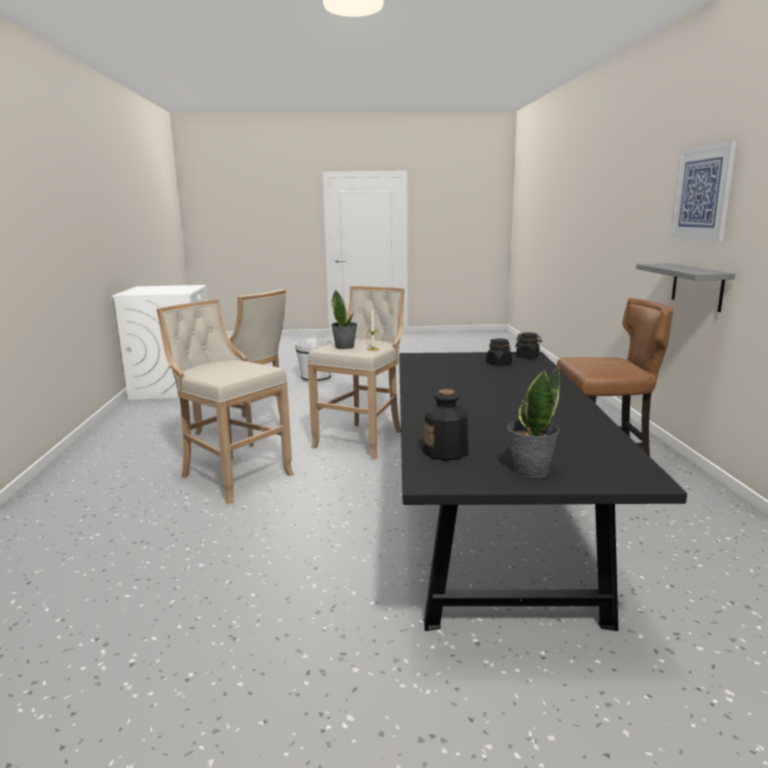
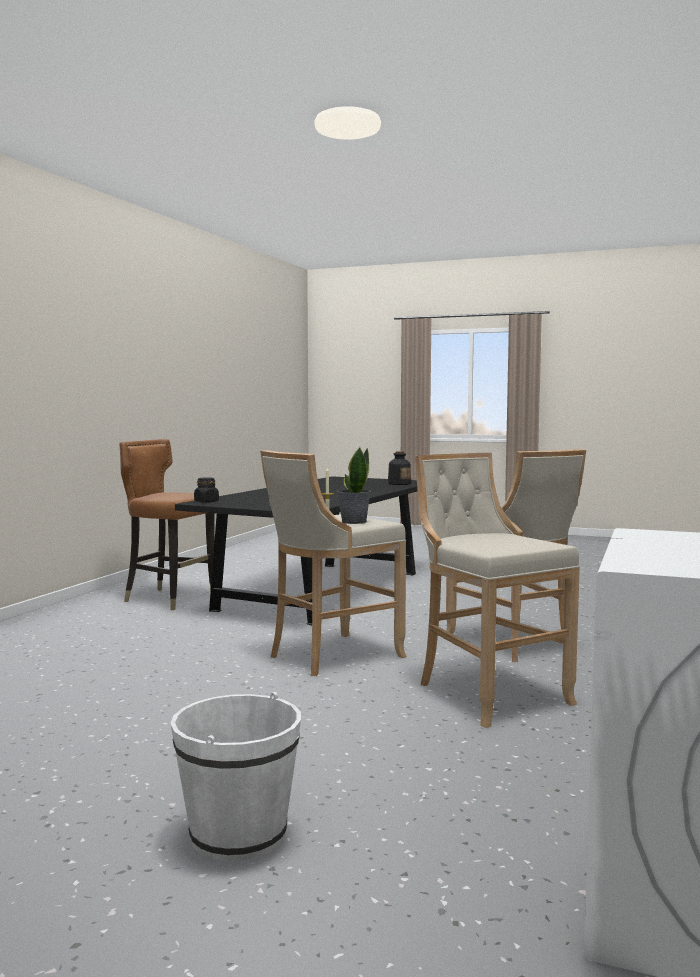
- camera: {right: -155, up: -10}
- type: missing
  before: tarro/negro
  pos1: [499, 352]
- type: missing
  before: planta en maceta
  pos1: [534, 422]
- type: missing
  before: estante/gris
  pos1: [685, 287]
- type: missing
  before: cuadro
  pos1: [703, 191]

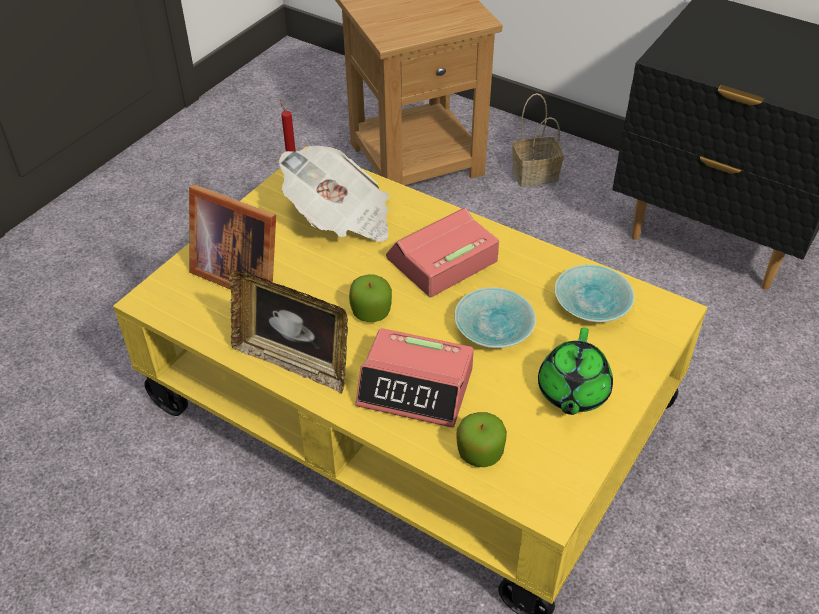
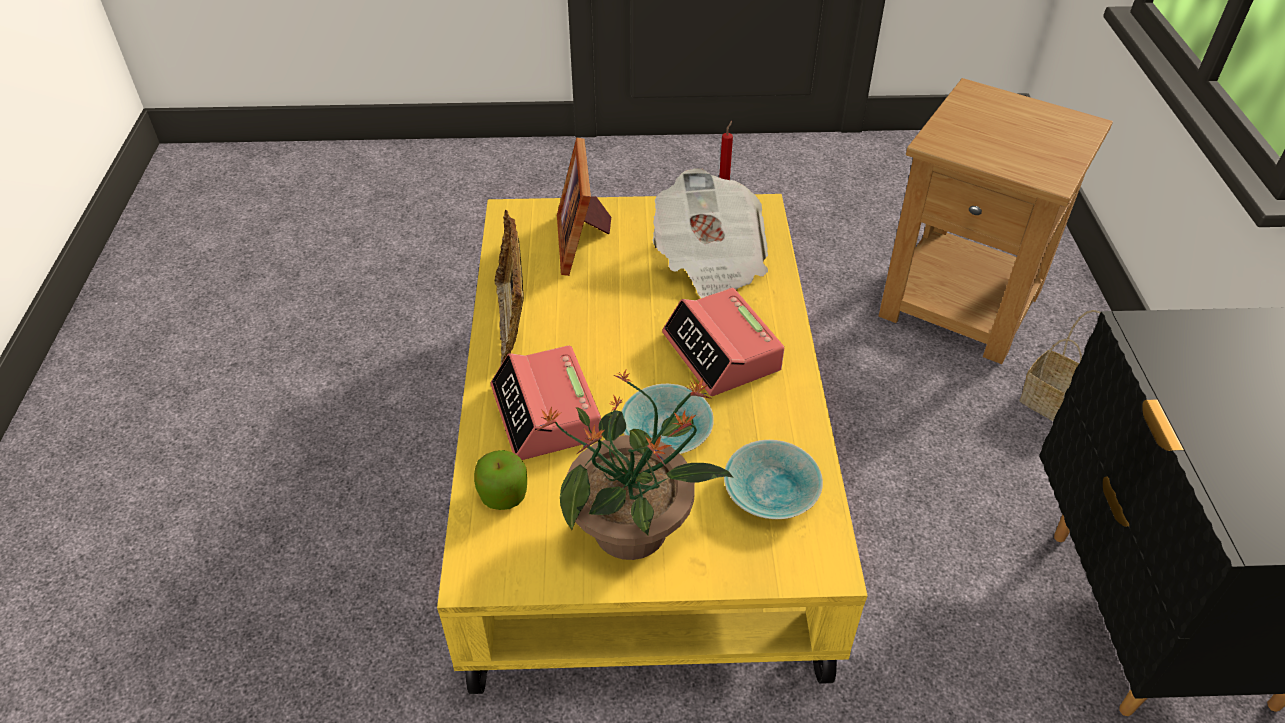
- camera: {right: 55, up: 0}
- type: exchanged
  before: tetera/verde
  after: planta en maceta
  pos1: [575, 371]
  pos2: [634, 465]
- type: spun
  before: despertador
  pos1: [442, 252]
  pos2: [723, 342]
  turn: -135
- type: missing
  before: manzana
  pos1: [370, 298]

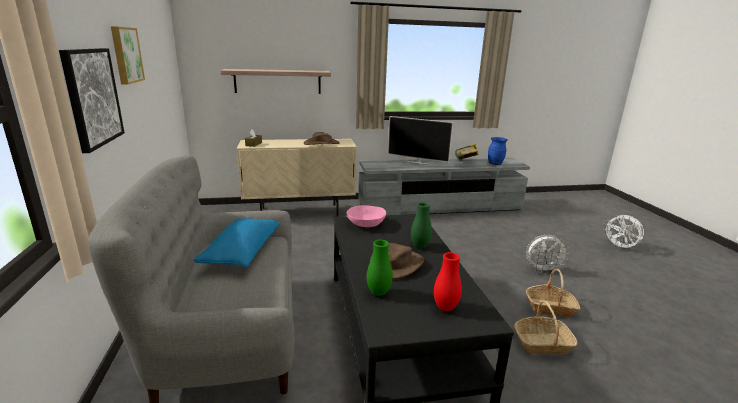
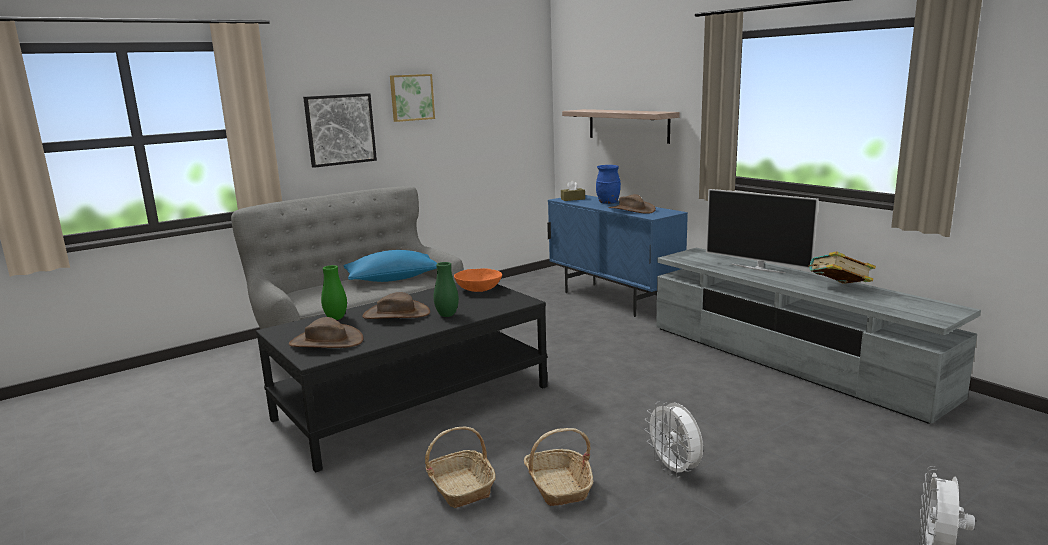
- camera: {right: 65, up: -5}
- type: exchanged
  before: florero/rojo
  after: sombrero/marrón
  pos1: [448, 281]
  pos2: [326, 332]
- type: colour
  before: cuenco/rosa
  after: cuenco/naranja
  pos1: [366, 216]
  pos2: [478, 280]
- type: colour
  before: armario/beis
  after: armario/azul
  pos1: [297, 178]
  pos2: [617, 256]
- type: relocated
  before: florero/azul
  pos1: [498, 151]
  pos2: [608, 184]
- type: spun
  before: televisor
  pos1: [420, 140]
  pos2: [762, 231]
  turn: -45

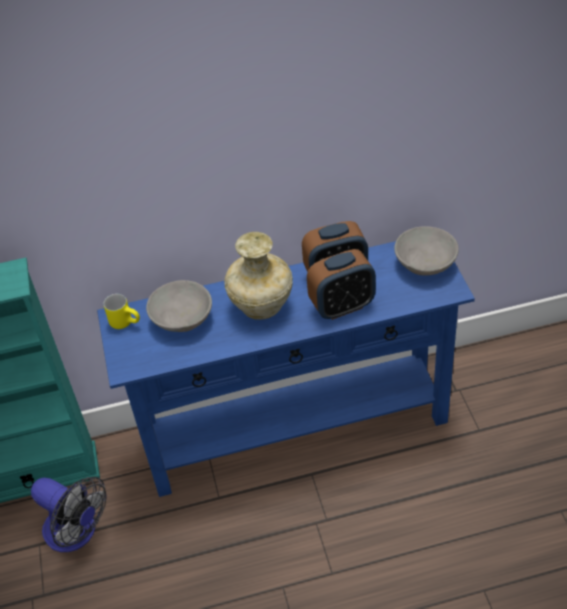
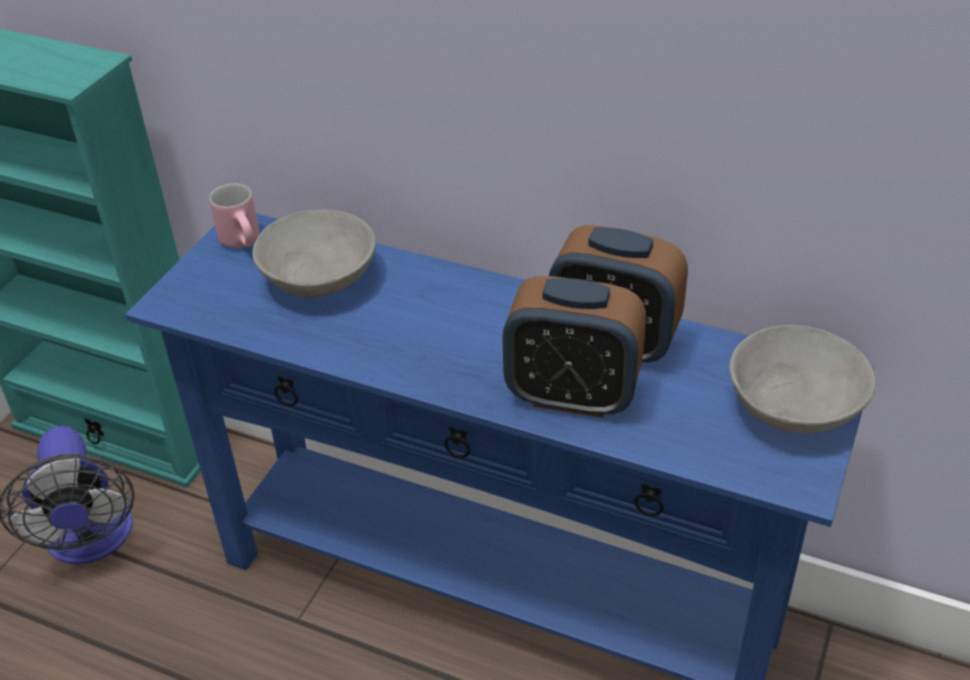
- camera: {right: 35, up: -5}
- type: colour
  before: taza grande/amarillo
  after: taza grande/rosa
  pos1: [122, 311]
  pos2: [234, 216]
- type: missing
  before: florero/beis
  pos1: [258, 276]

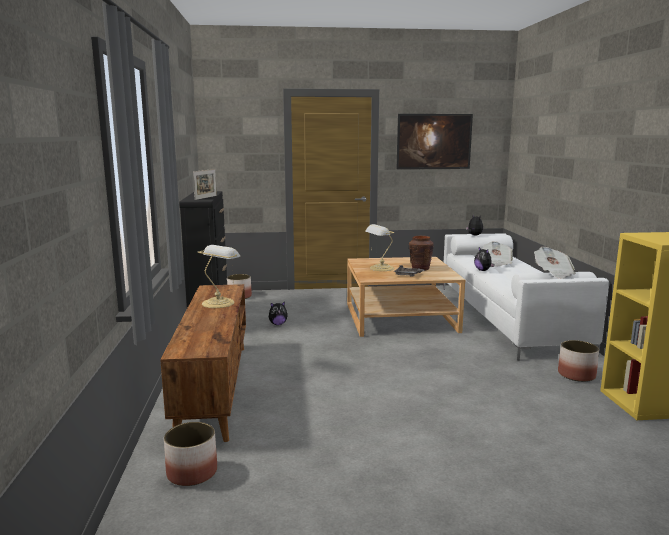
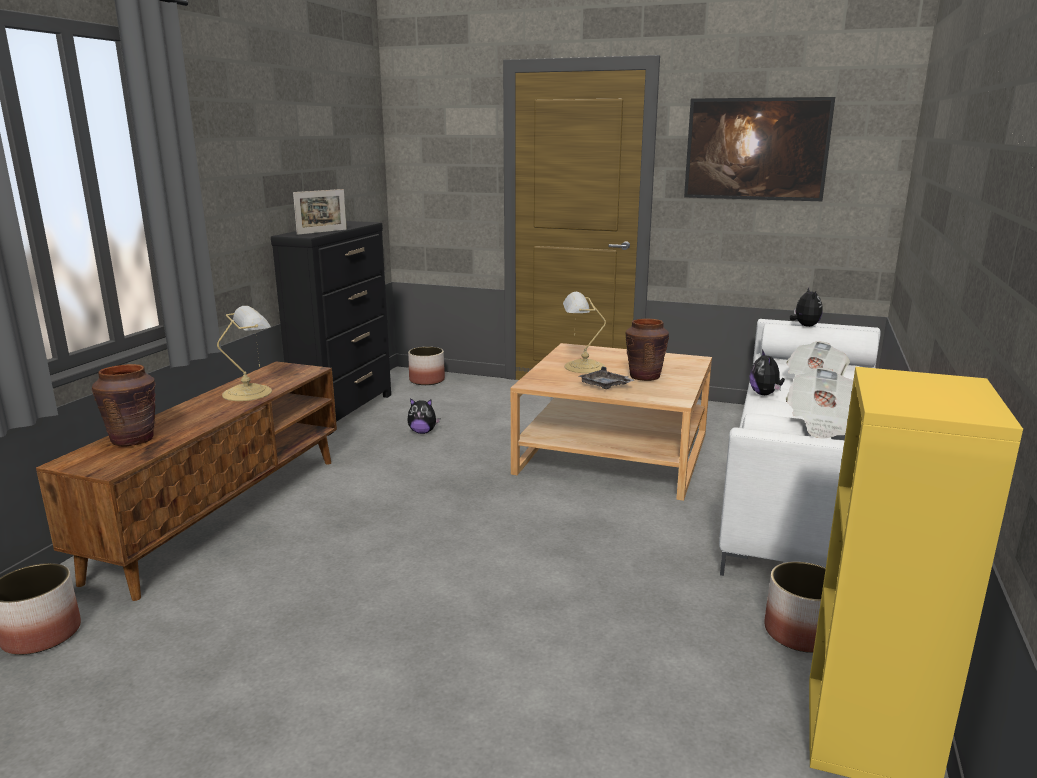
- camera: {right: 25, up: 5}
- type: appeared
  after: florero/marrón
  pos2: [123, 405]

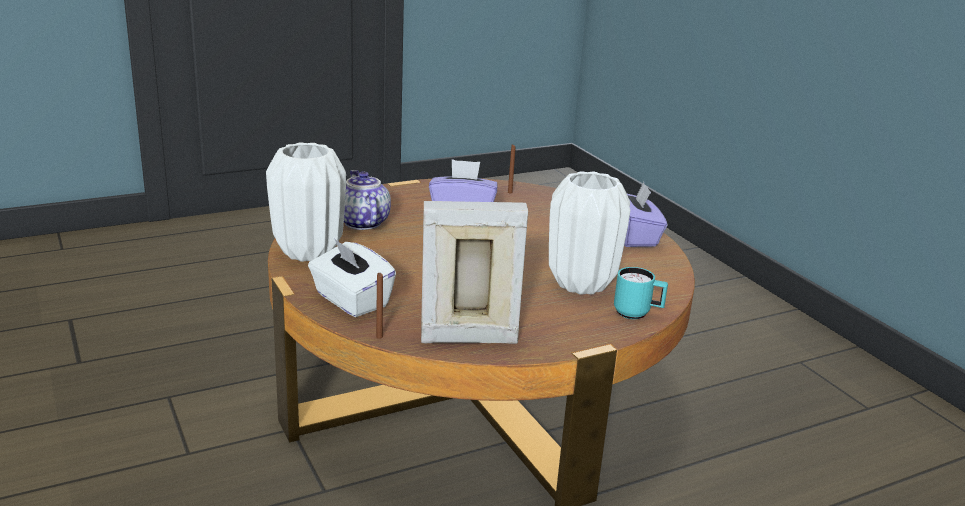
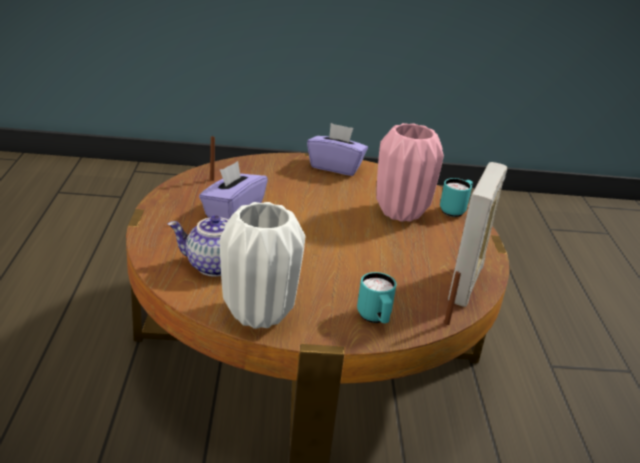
- camera: {right: -65, up: 5}
- type: exchanged
  before: caja de pañuelos/blanco
  after: taza grande/turquesa
  pos1: [352, 277]
  pos2: [376, 297]
- type: colour
  before: florero/blanco
  after: florero/rosa
  pos1: [589, 233]
  pos2: [410, 172]

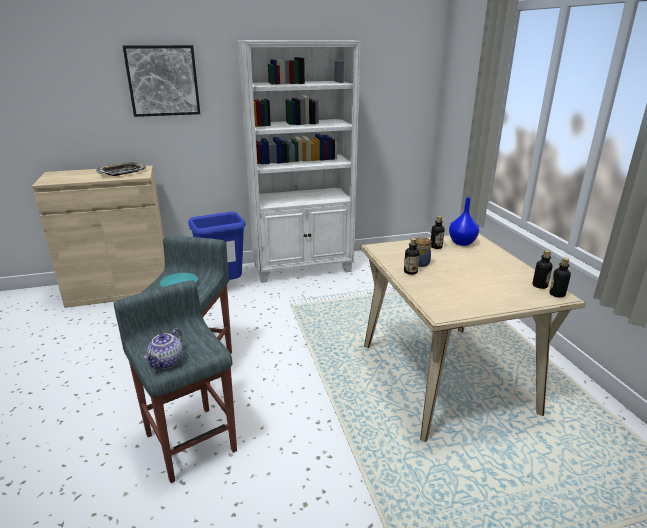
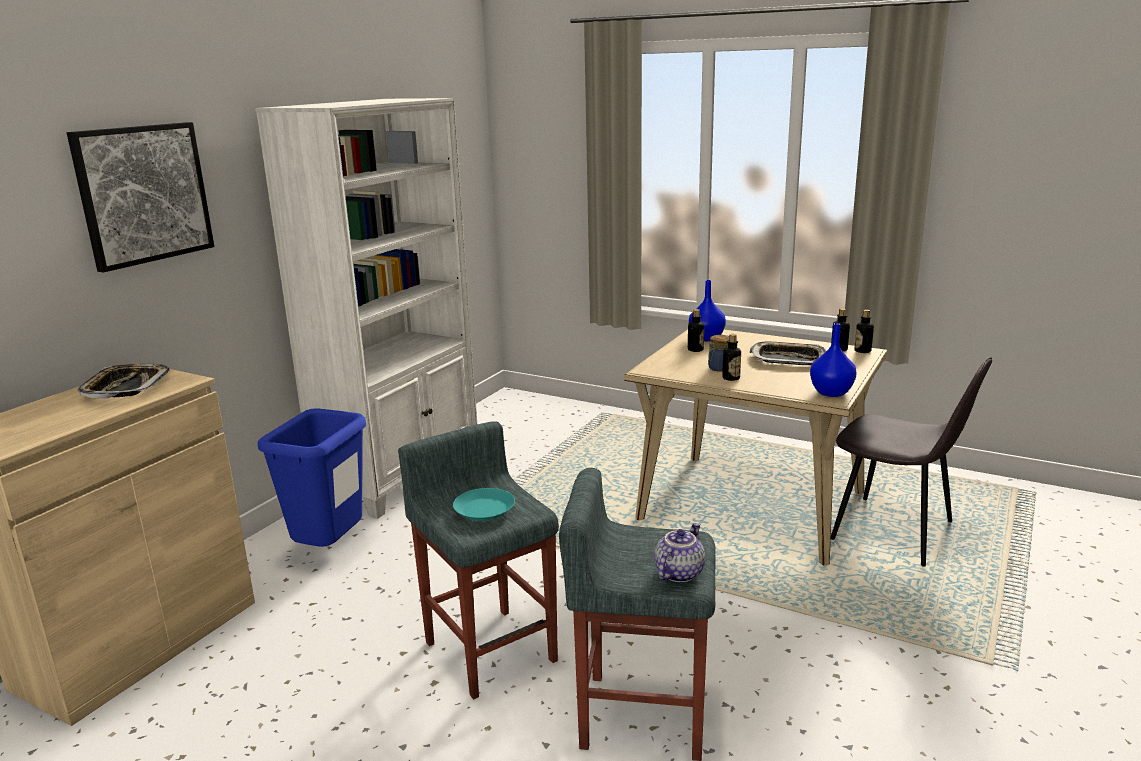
- camera: {right: -45, up: -5}
- type: spun
  before: tetera
  pos1: [163, 348]
  pos2: [679, 552]
  turn: -120
- type: appeared
  after: bandeja
  pos2: [788, 353]
- type: appeared
  after: florero/azul
  pos2: [833, 360]
- type: appeared
  after: silla/gris
  pos2: [911, 462]

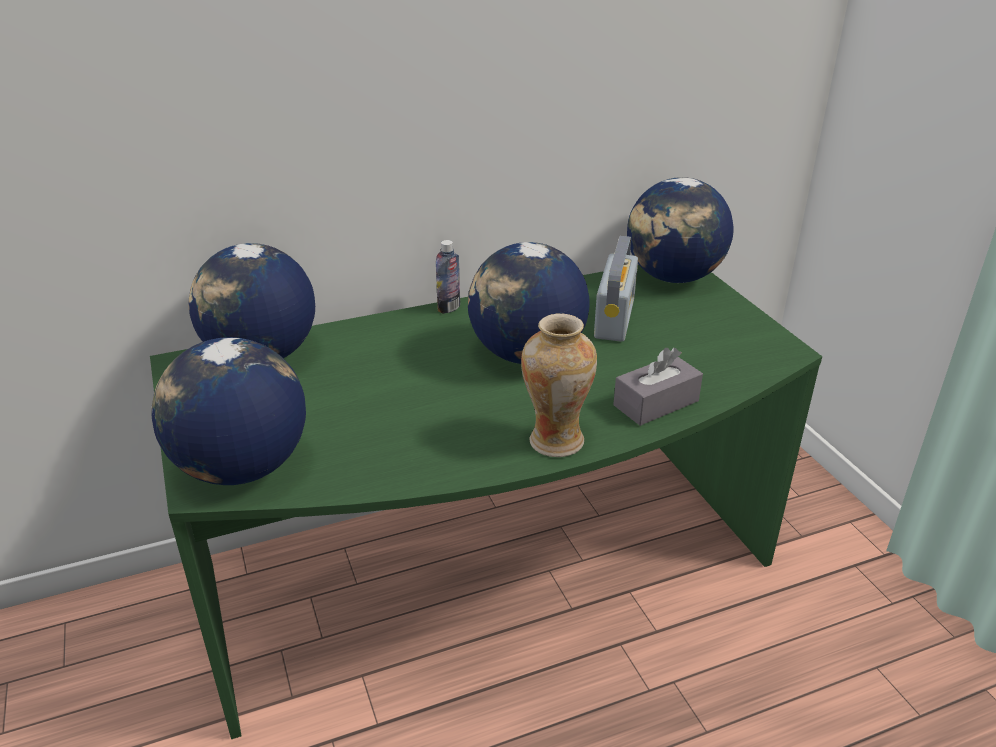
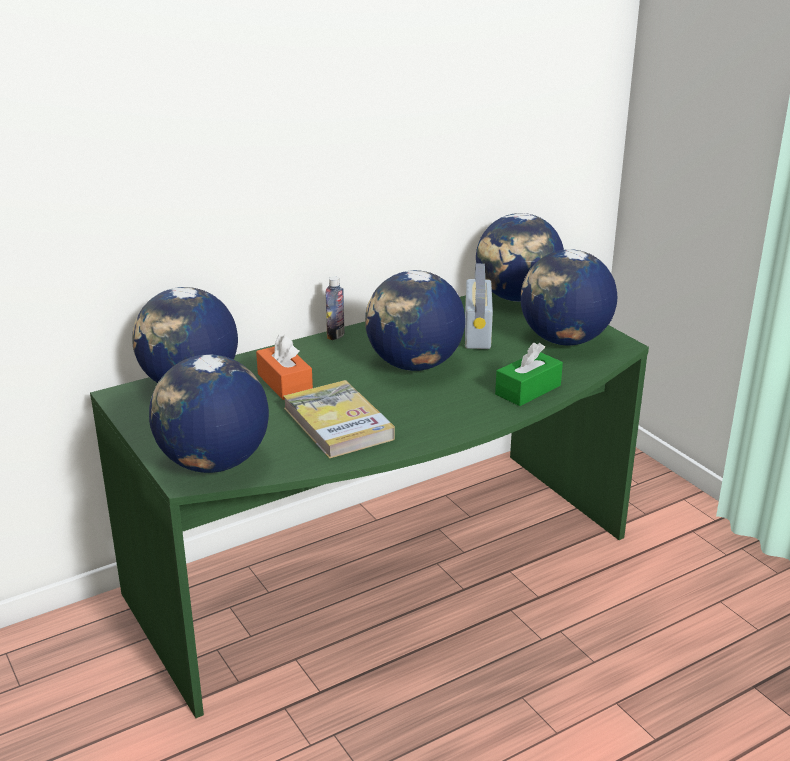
- camera: {right: -10, up: -5}
- type: appeared
  after: caja de pañuelos/naranja
  pos2: [284, 367]
- type: appeared
  after: libro
  pos2: [339, 419]
- type: colour
  before: caja de pañuelos/gris
  after: caja de pañuelos/verde
  pos1: [658, 387]
  pos2: [529, 374]
- type: appeared
  after: globo terráqueo
  pos2: [569, 297]
- type: missing
  before: florero
  pos1: [559, 385]

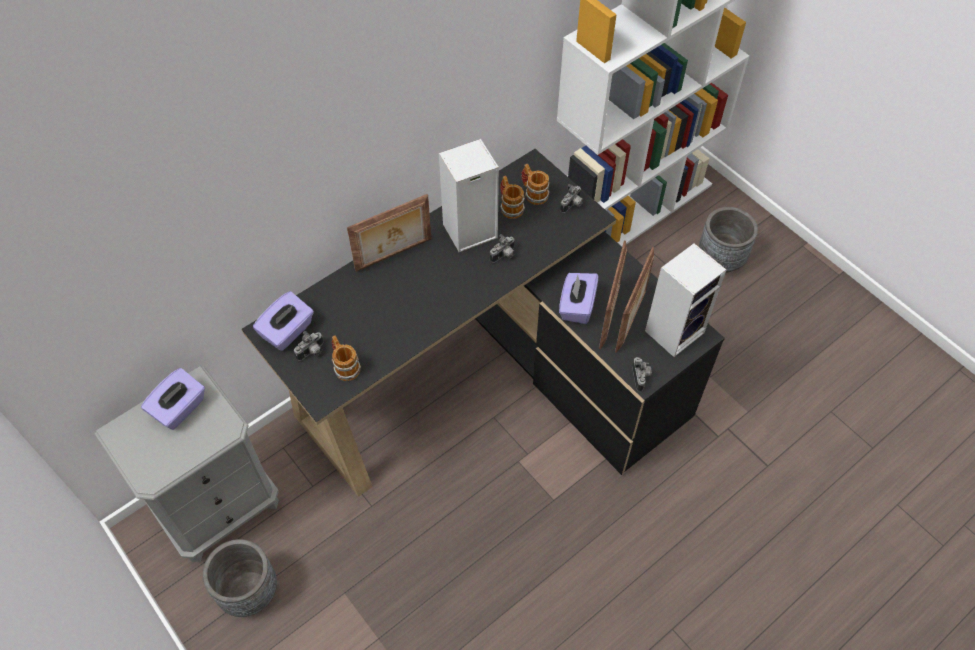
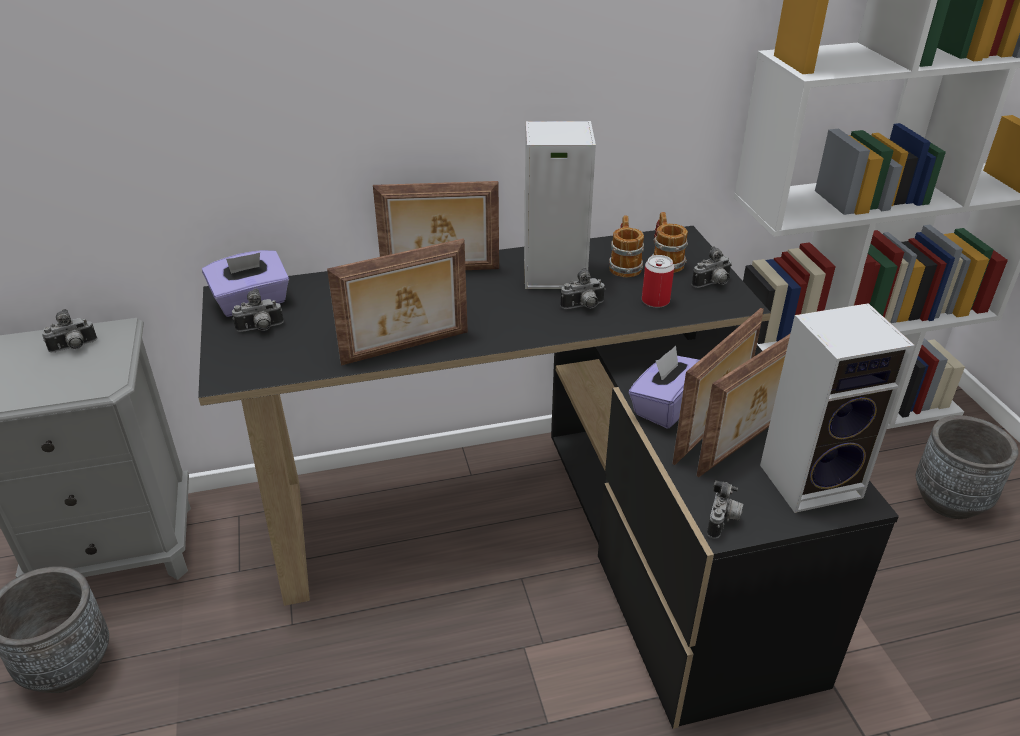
- camera: {right: 25, up: -20}
- type: exchanged
  before: caja de pañuelos/morado
  after: cámara
  pos1: [173, 399]
  pos2: [69, 330]
- type: appeared
  after: portarretratos
  pos2: [397, 301]
- type: appeared
  after: lata
  pos2: [658, 281]
- type: missing
  before: taza grande
  pos1: [346, 358]

